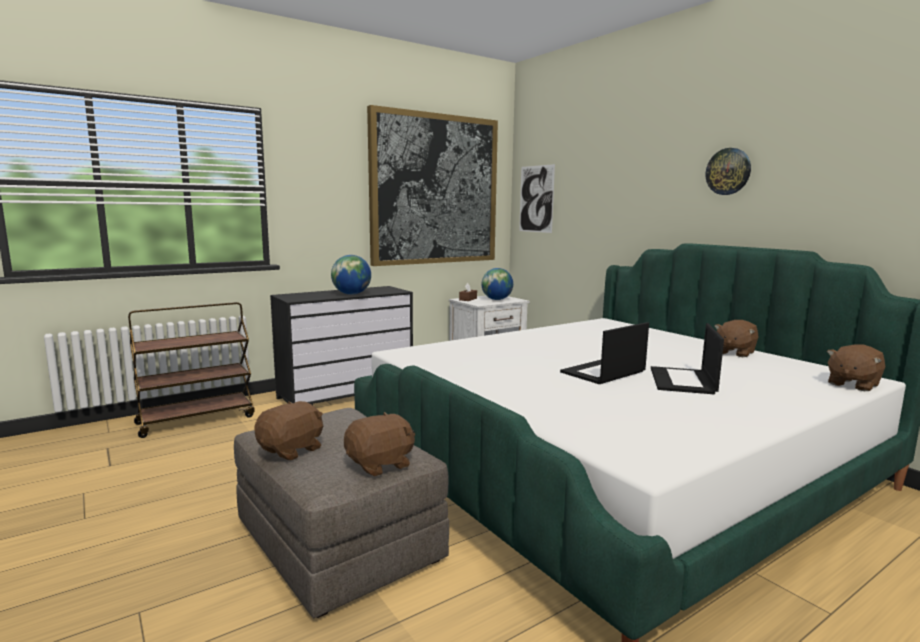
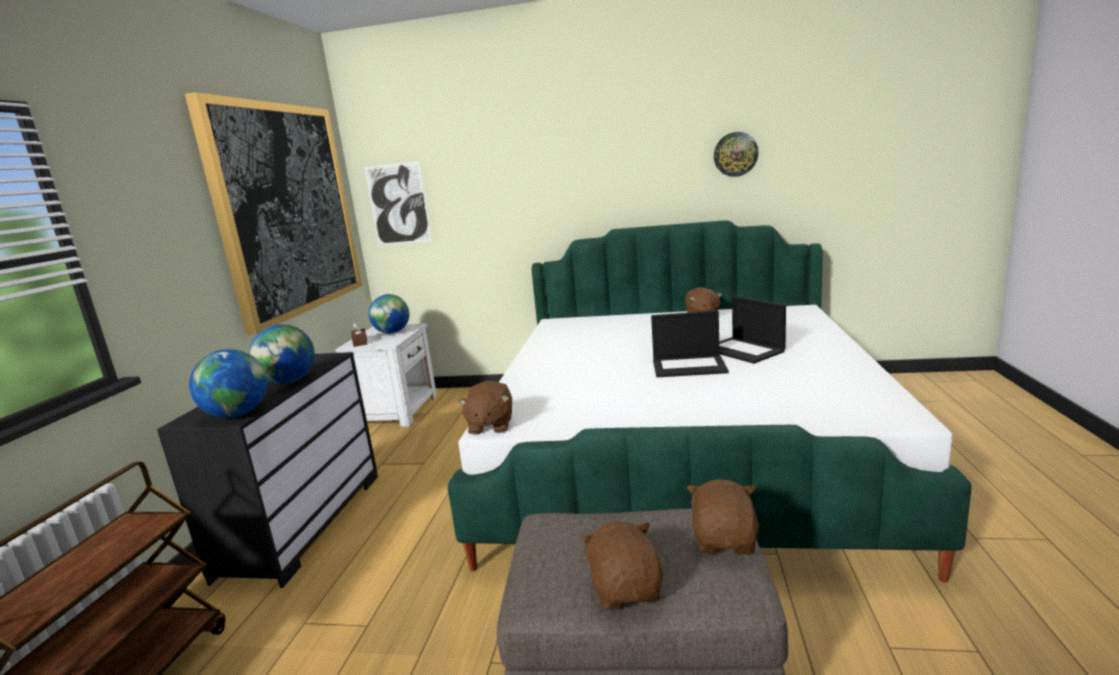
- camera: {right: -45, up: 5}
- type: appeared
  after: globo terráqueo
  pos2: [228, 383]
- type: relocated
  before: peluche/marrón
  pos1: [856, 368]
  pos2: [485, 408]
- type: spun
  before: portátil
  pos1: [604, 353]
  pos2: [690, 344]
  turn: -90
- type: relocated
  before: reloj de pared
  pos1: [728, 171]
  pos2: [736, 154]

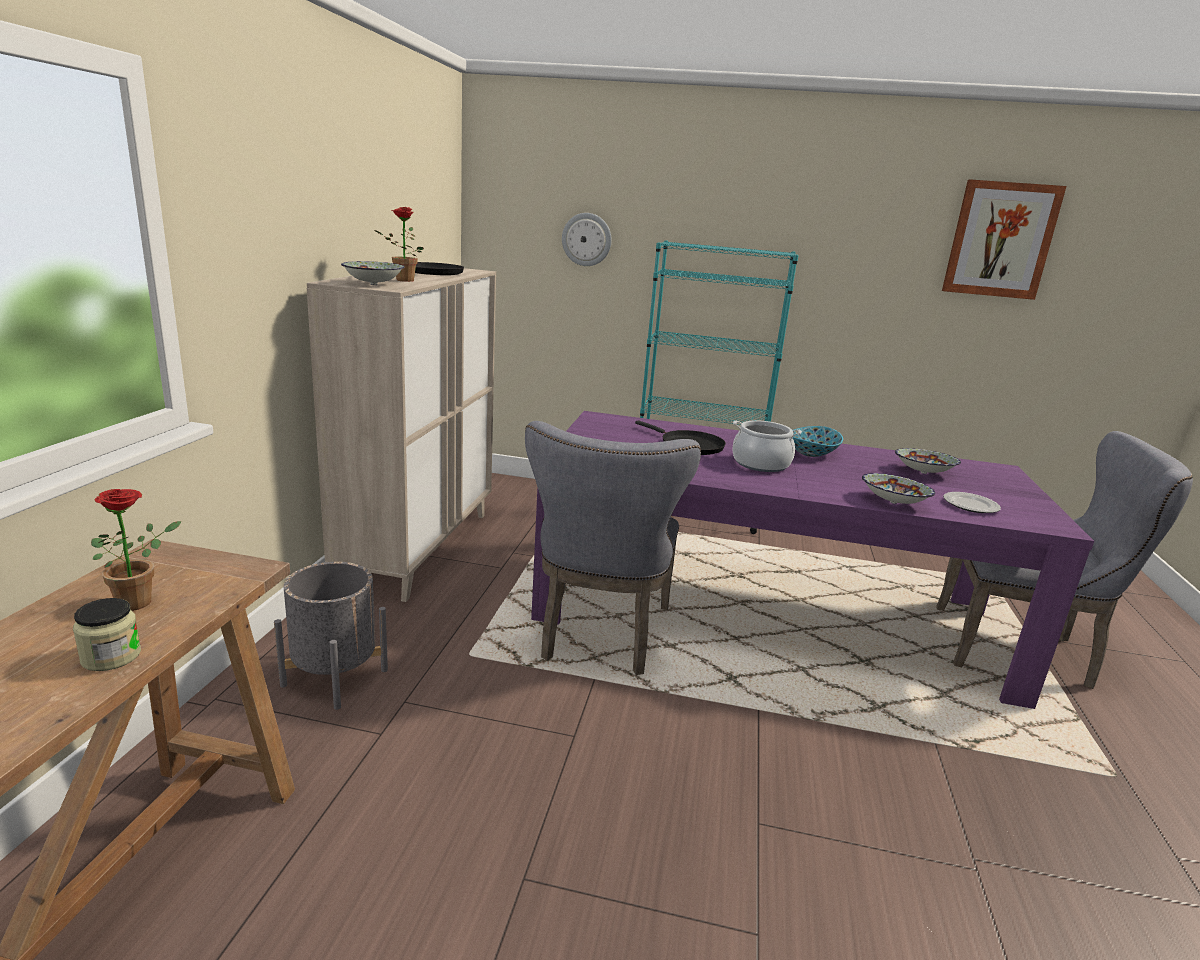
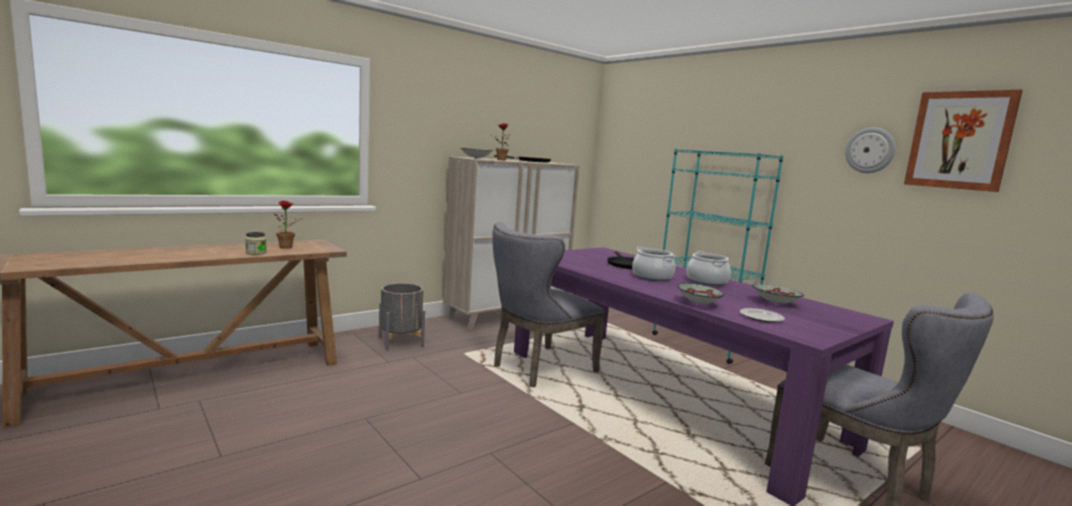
- camera: {right: 40, up: -10}
- type: exchanged
  before: cuenco
  after: olla
  pos1: [818, 441]
  pos2: [709, 268]
- type: relocated
  before: reloj de pared
  pos1: [587, 239]
  pos2: [870, 150]

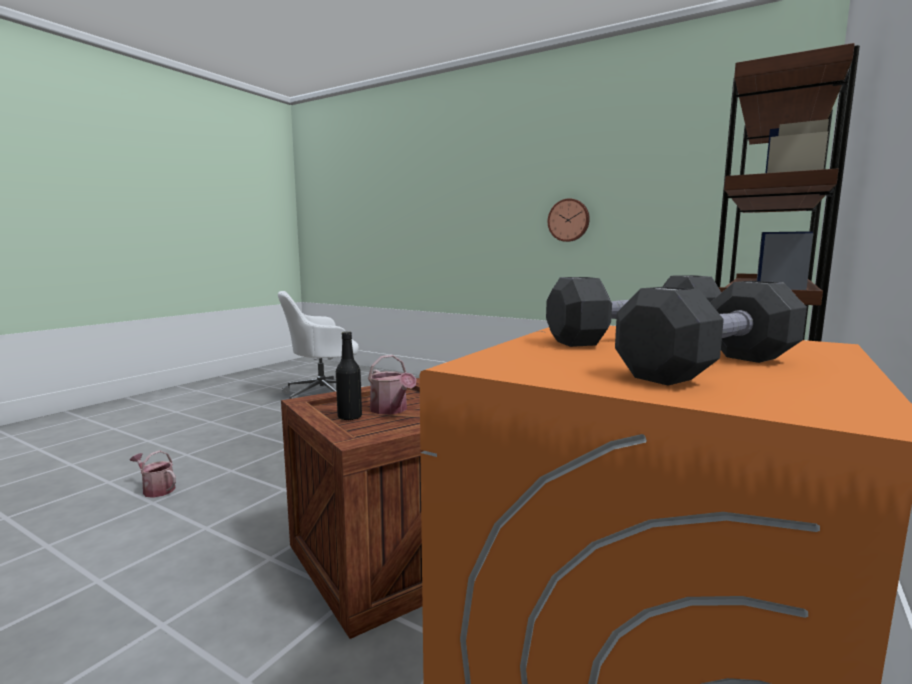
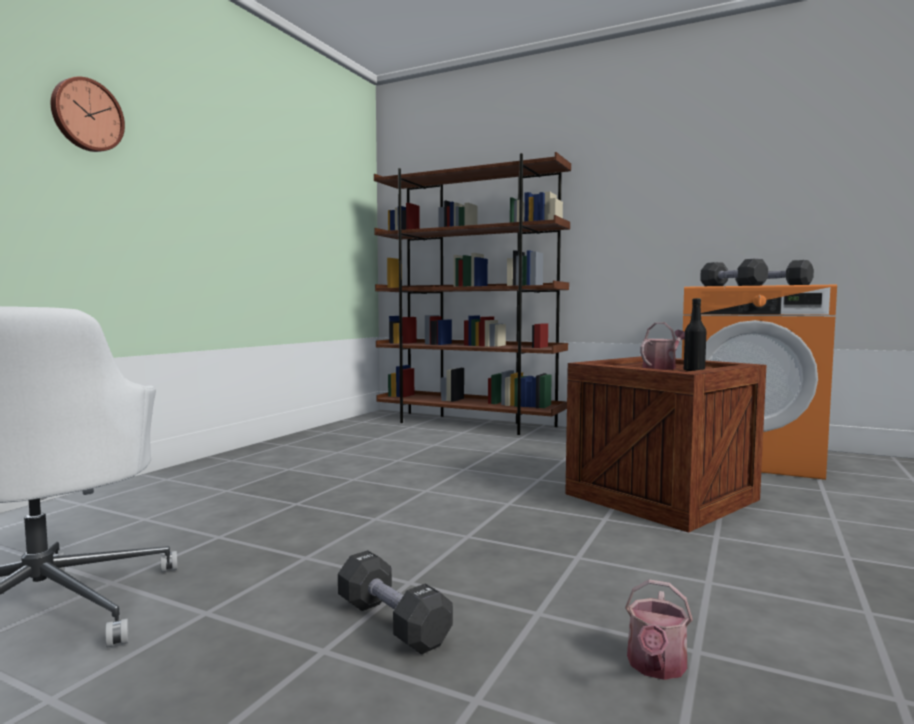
- camera: {right: -95, up: -5}
- type: relocated
  before: reloj de pared
  pos1: [569, 220]
  pos2: [88, 114]
- type: appeared
  after: mancuerna/negro
  pos2: [395, 602]

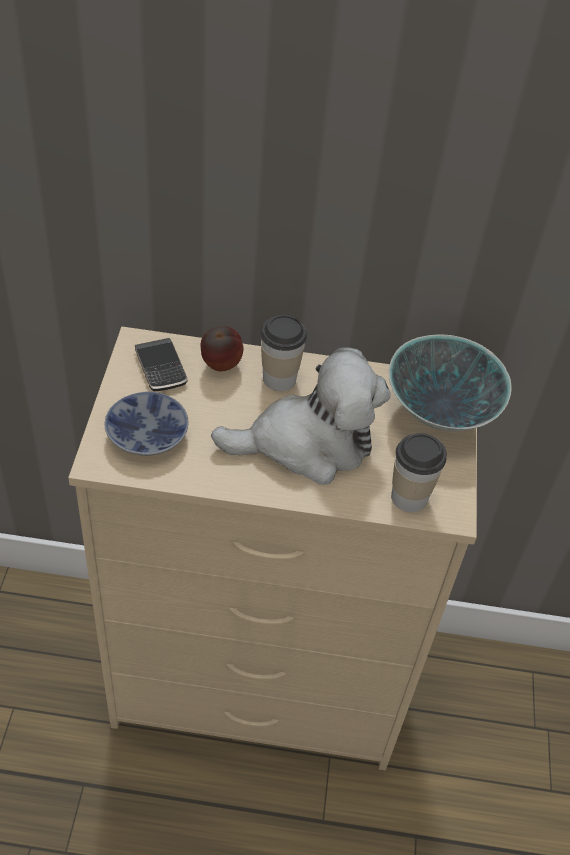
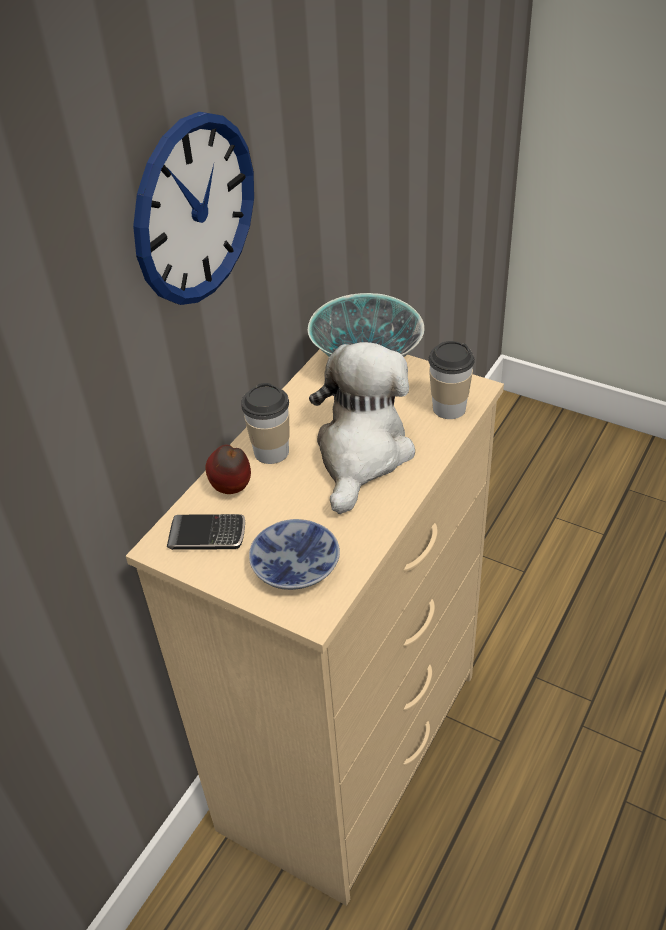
- camera: {right: -60, up: -5}
- type: appeared
  after: reloj de pared
  pos2: [193, 208]

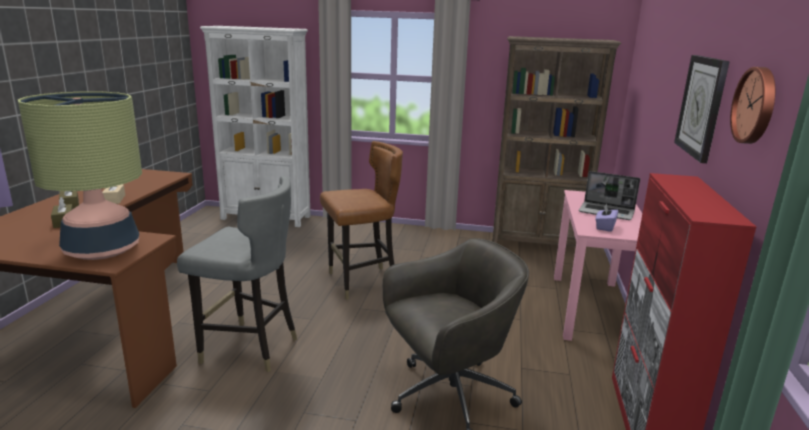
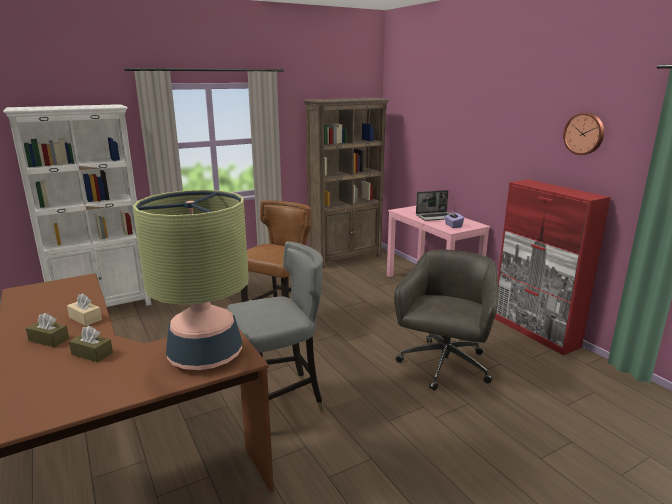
- camera: {right: -40, up: 0}
- type: missing
  before: reloj de pared
  pos1: [702, 109]

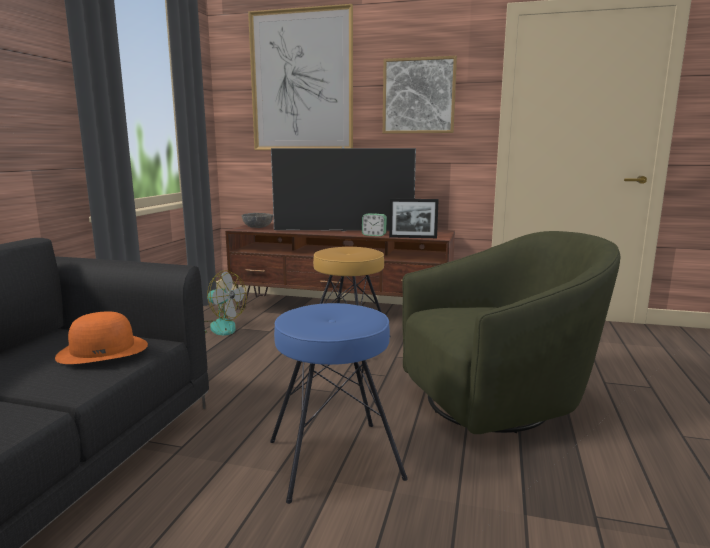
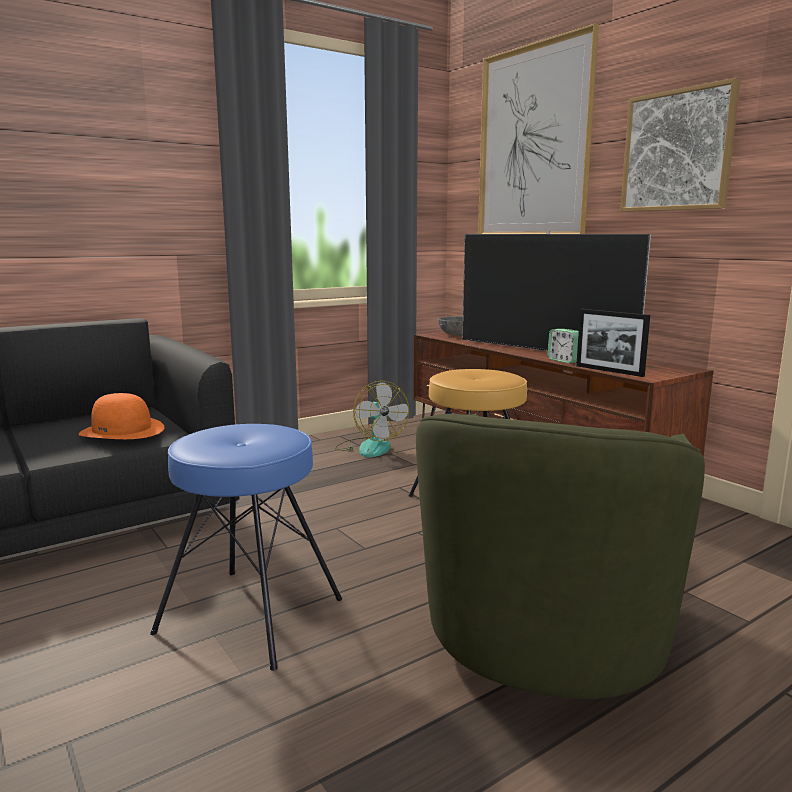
- camera: {right: 40, up: 0}
- type: spun
  before: sillón/verde
  pos1: [511, 332]
  pos2: [560, 556]
  turn: 90

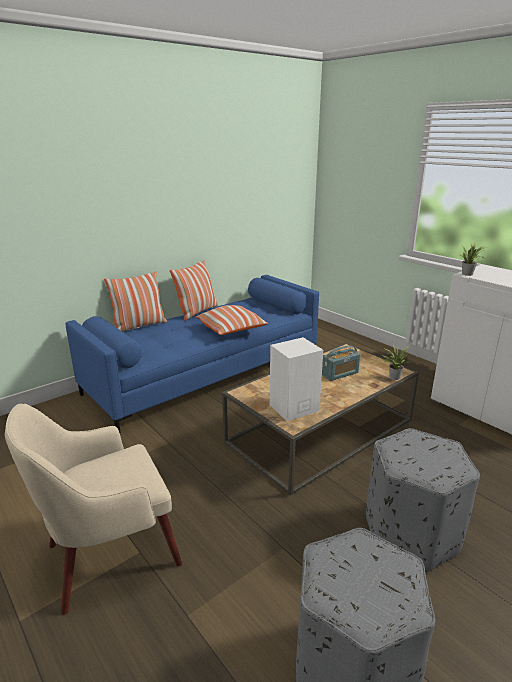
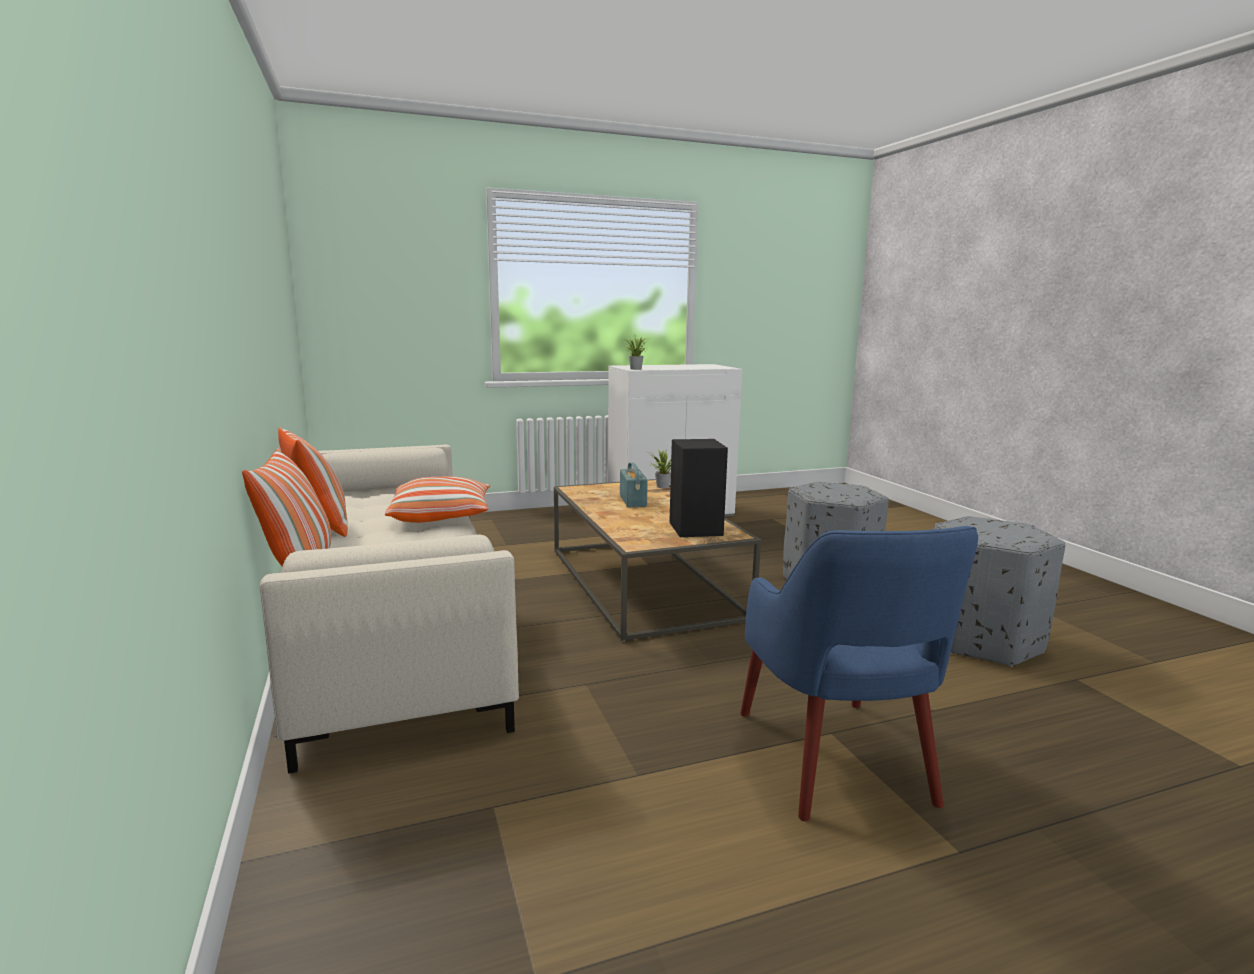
- camera: {right: -70, up: -10}
- type: colour
  before: sofá/azul
  after: sofá/beis
  pos1: [192, 354]
  pos2: [389, 609]
- type: colour
  before: altavoz/blanco
  after: altavoz/negro
  pos1: [296, 379]
  pos2: [698, 488]
- type: colour
  before: sillón/beis
  after: sillón/azul
  pos1: [93, 509]
  pos2: [859, 673]

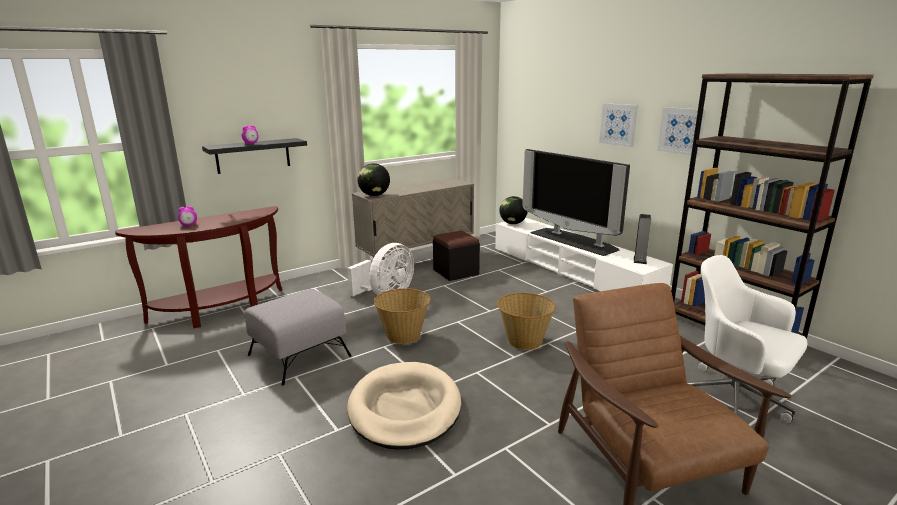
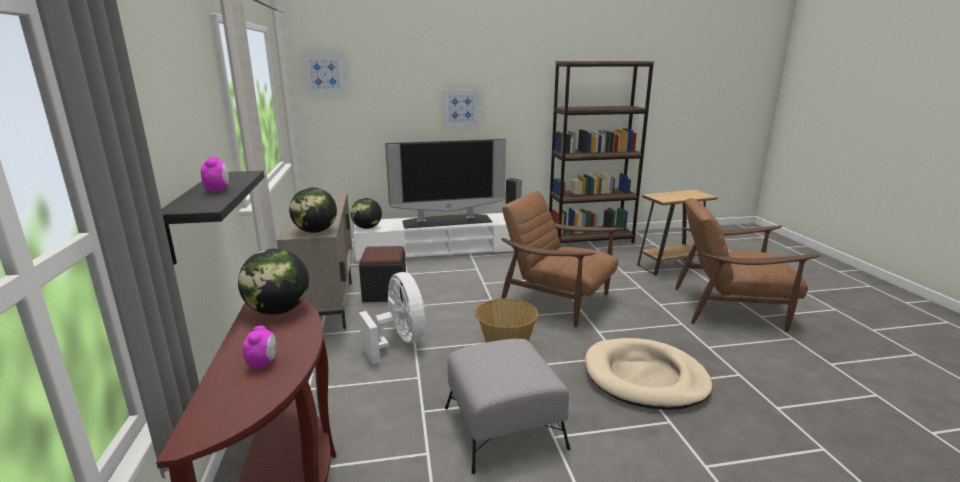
- camera: {right: -65, up: 0}
- type: appeared
  after: globo terráqueo
  pos2: [273, 281]
- type: relocated
  before: cuadro
  pos1: [682, 131]
  pos2: [324, 74]
- type: exchanged
  before: cesta
  after: sillón/marrón
  pos1: [526, 321]
  pos2: [563, 259]
- type: exchanged
  before: silla de oficina/blanco
  after: mesa auxiliar/marrón
  pos1: [747, 339]
  pos2: [677, 233]

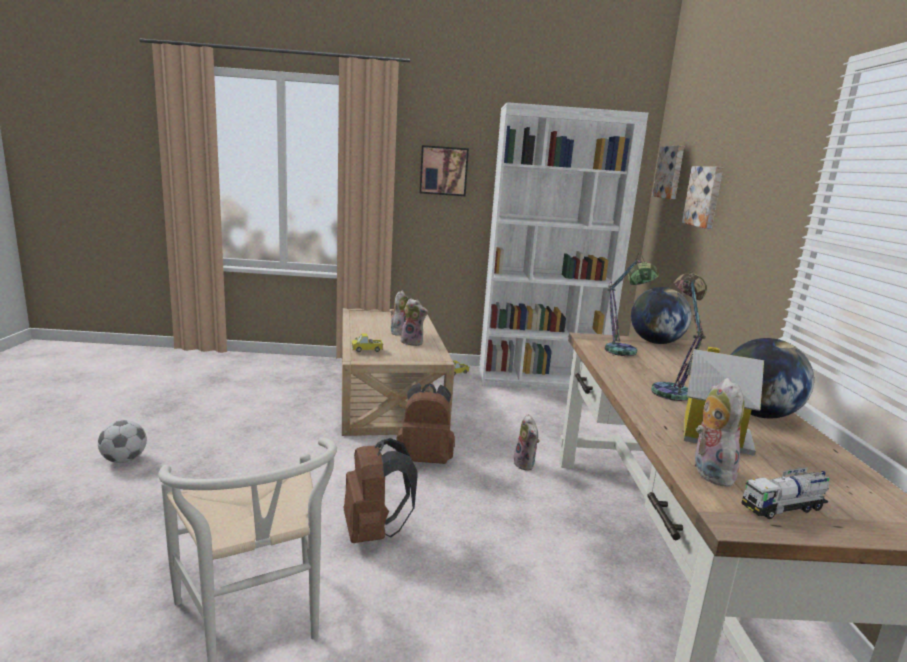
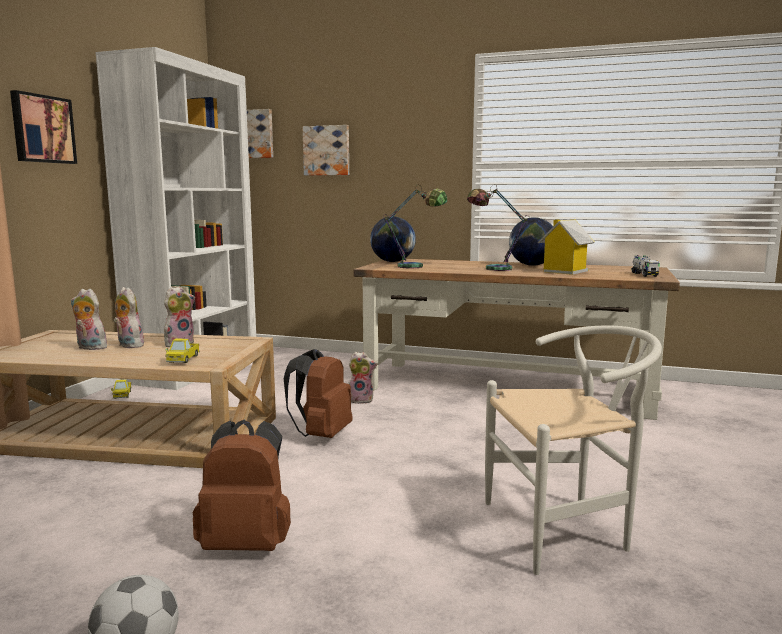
- camera: {right: -70, up: -5}
- type: relocated
  before: peluche
  pos1: [719, 432]
  pos2: [89, 320]
- type: relocated
  before: mochila/marrón
  pos1: [380, 490]
  pos2: [242, 485]

